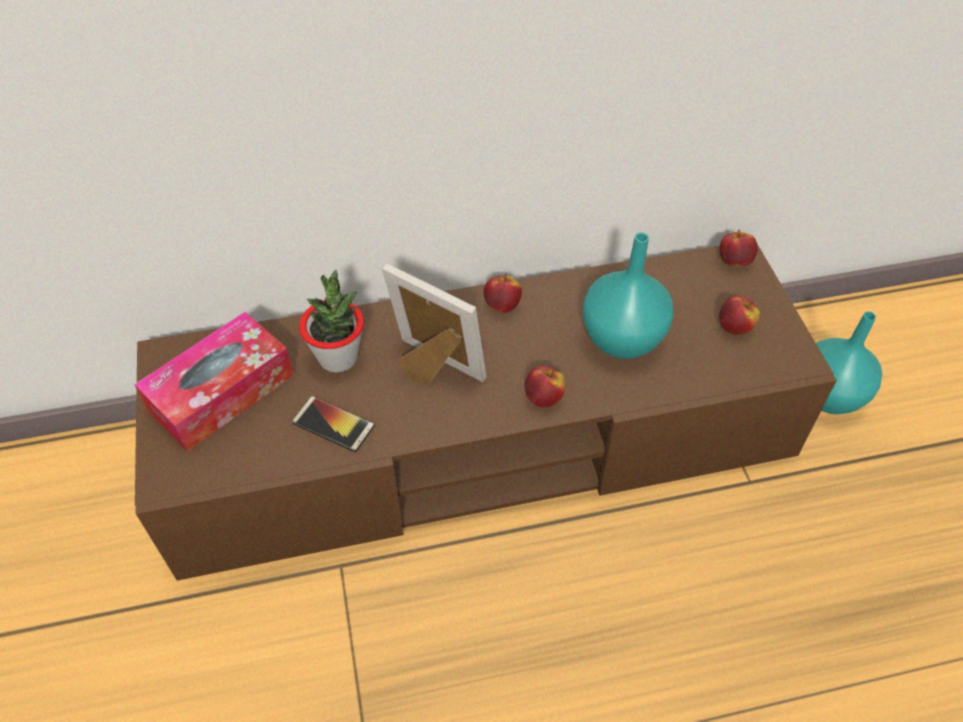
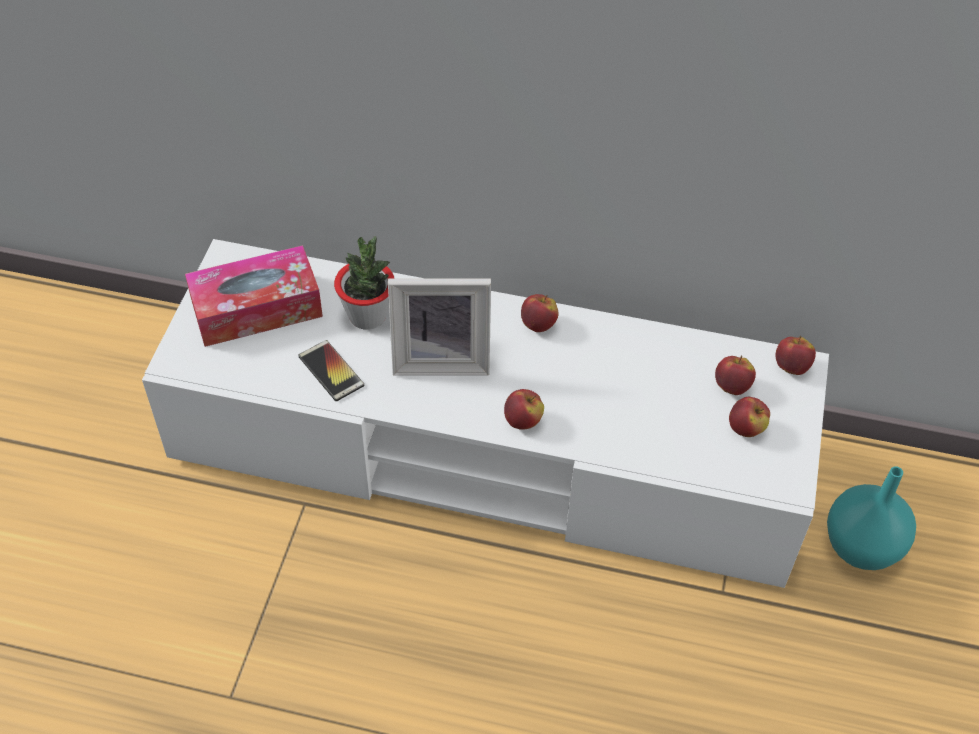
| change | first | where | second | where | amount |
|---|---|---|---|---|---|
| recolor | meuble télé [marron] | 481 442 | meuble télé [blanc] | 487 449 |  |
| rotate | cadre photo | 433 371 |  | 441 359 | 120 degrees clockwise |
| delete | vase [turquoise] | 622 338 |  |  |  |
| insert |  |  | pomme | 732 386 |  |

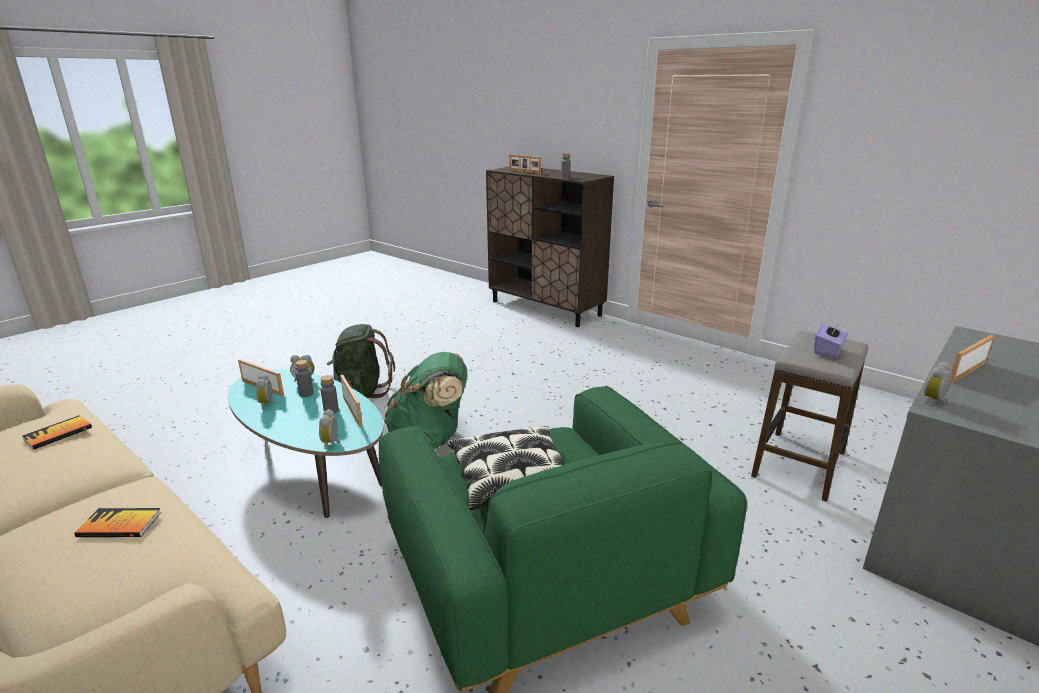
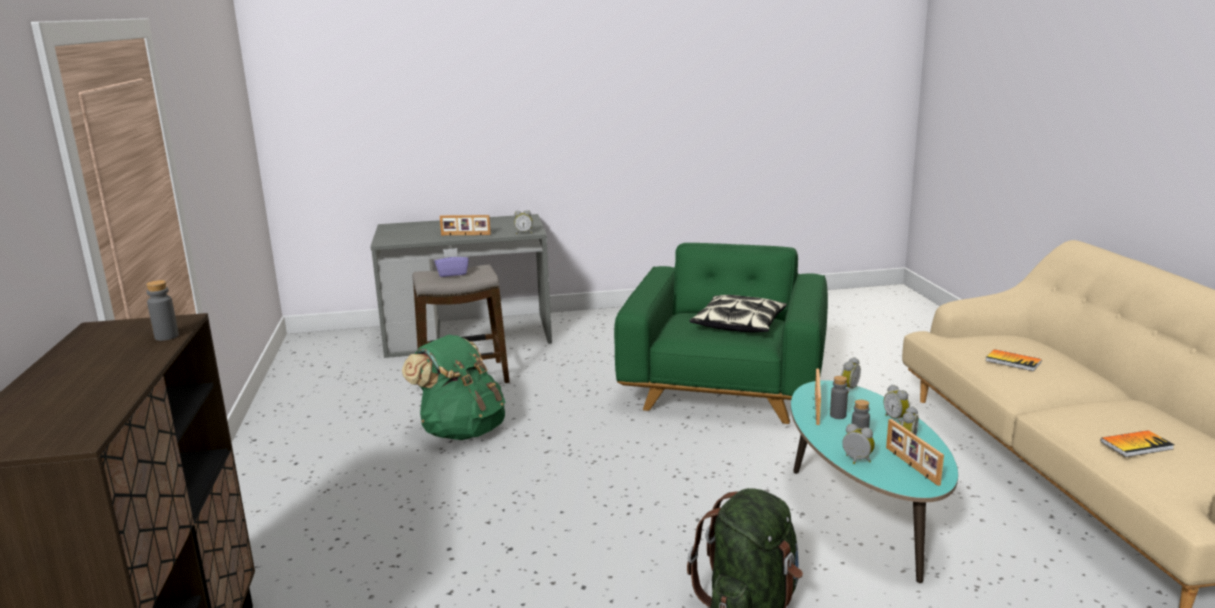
| change | first | where | second | where | amount |
|---|---|---|---|---|---|
| move | sac à dos [vert] | 430 439 |  | 462 431 |  |
| delete | cadre photo | 524 172 |  |  |  |
| insert |  |  | réveil | 896 419 |  |

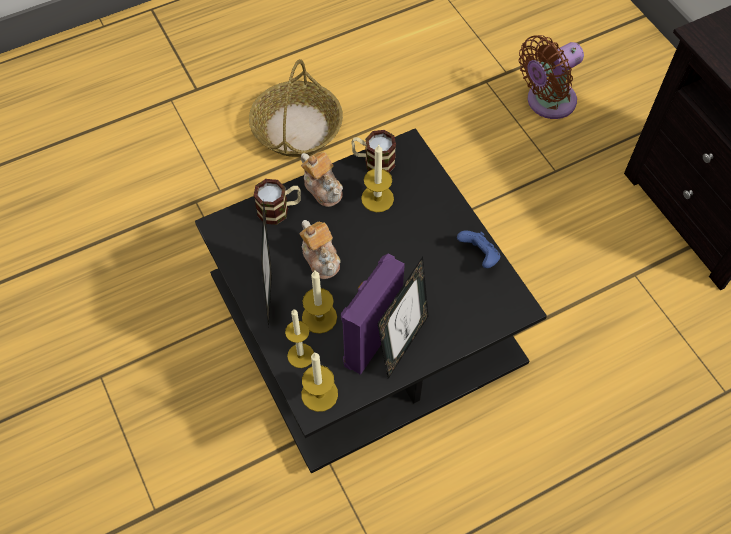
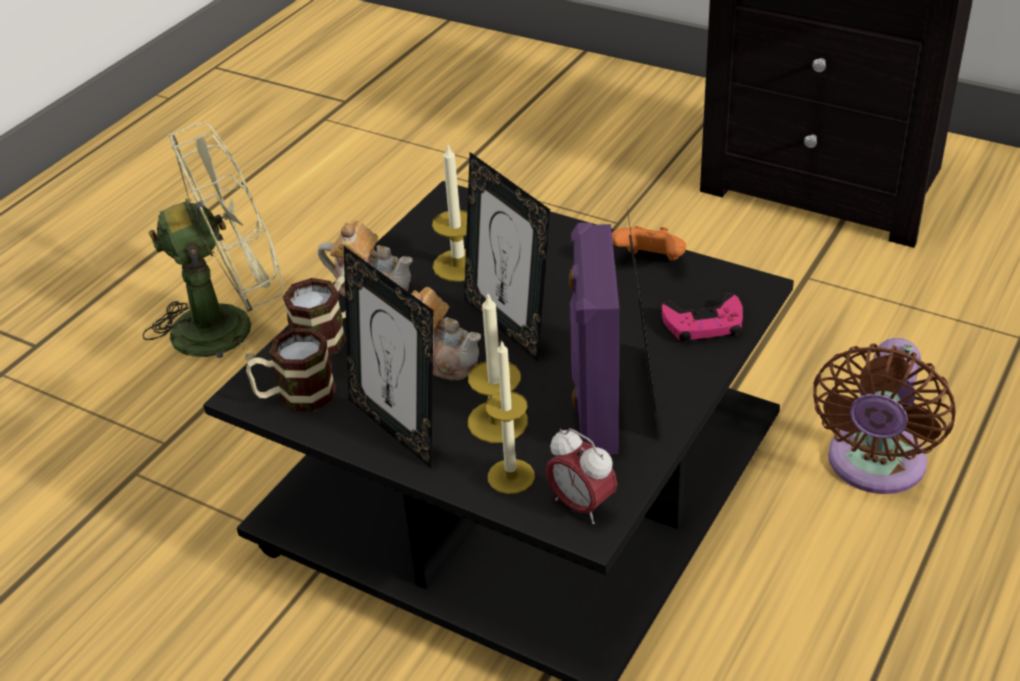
| change | first | where | second | where | amount |
|---|---|---|---|---|---|
| replace | panier | 297 128 | ventilateur [vert] | 230 324 |  |
| replace | bougie | 319 394 | réveil | 581 505 |  |
| move | mug | 373 161 |  | 295 396 |  |
| recolor | manette [bleu] | 479 256 | manette [orange] | 650 262 |  |
| move | ventilateur [marron] | 547 102 |  | 873 467 |  |
| insert |  |  | cadre photo | 508 325 |  |
| insert |  |  | manette [rose] | 704 324 |  |

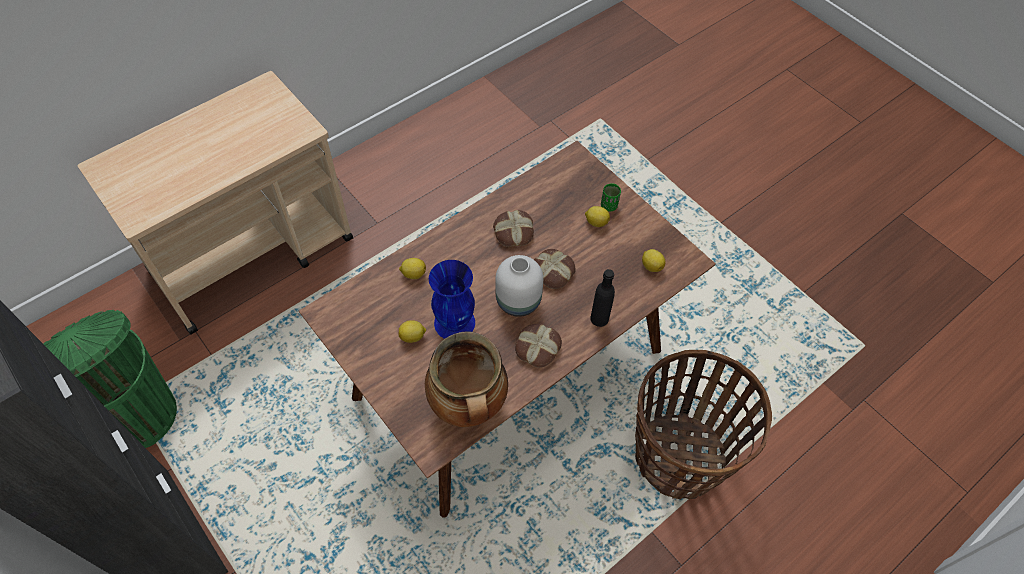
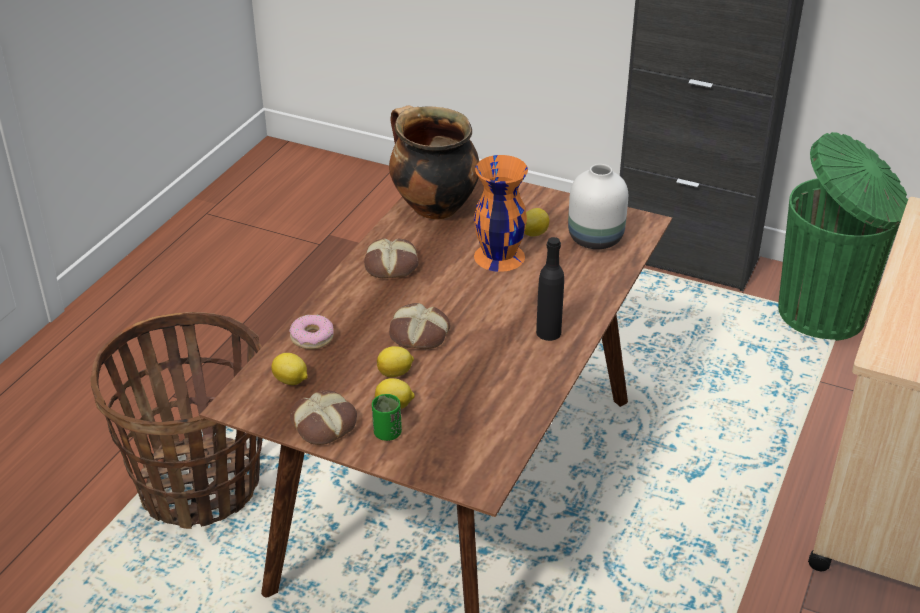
| change | first | where | second | where | amount |
|---|---|---|---|---|---|
| move | citron | 413 274 |  | 396 373 |  |
| recolor | vase [bleu] | 455 323 | vase [orange] | 498 256 |  |
| move | pain | 513 232 |  | 324 423 |  |
| move | vase [blanc] | 519 300 |  | 594 239 |  |
| move | bouteille [noir] | 599 318 |  | 548 332 |  |
| insert |  |  | beignet | 312 337 |  |

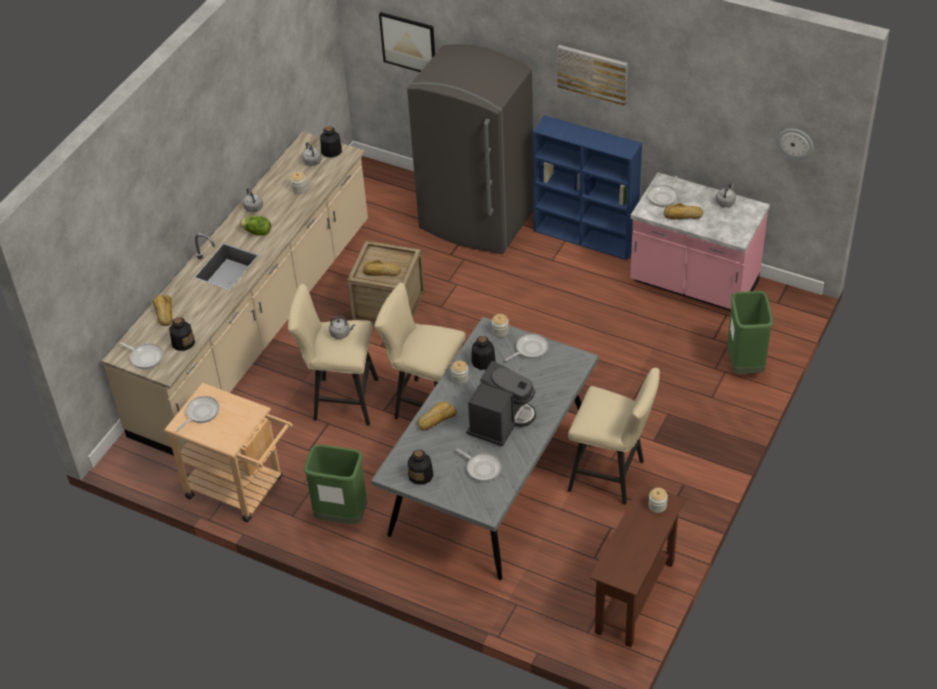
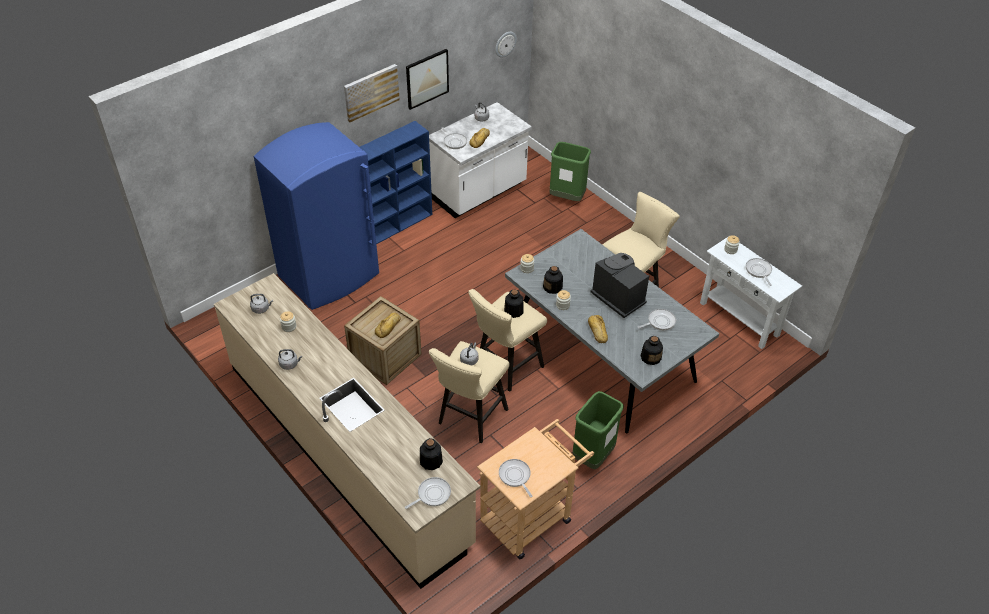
| change | first | where | second | where | amount |
|---|---|---|---|---|---|
| delete | pain | 163 313 |  |  |  |
| delete | laitue | 257 232 |  |  |  |
| move | bouteille | 331 151 |  | 513 311 |  |
| move | tableau | 408 43 |  | 427 78 |  |
| recolor | réfrigérateur [gris] | 476 221 | réfrigérateur [bleu] | 330 276 |  |
| move | poêle | 530 349 |  | 758 271 |  |
| recolor | table console [marron] | 635 597 | table console [blanc] | 739 319 |  |
| recolor | comptoir de cuisine [rose] | 693 285 | comptoir de cuisine [blanc] | 479 193 |  |

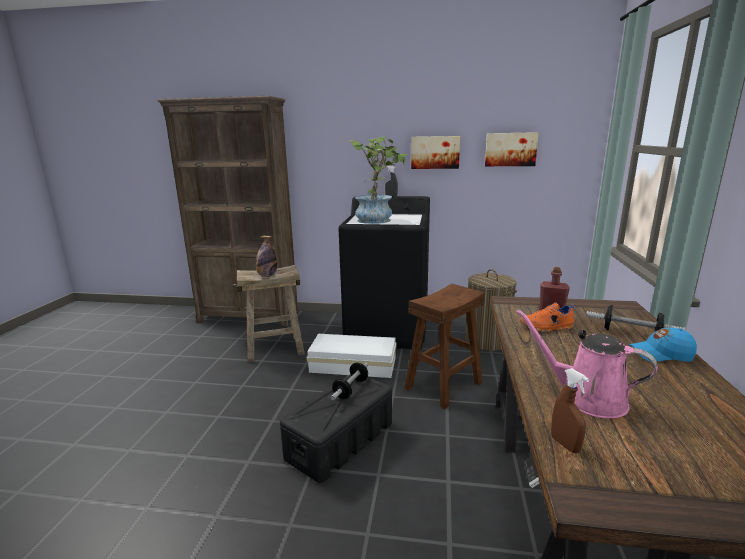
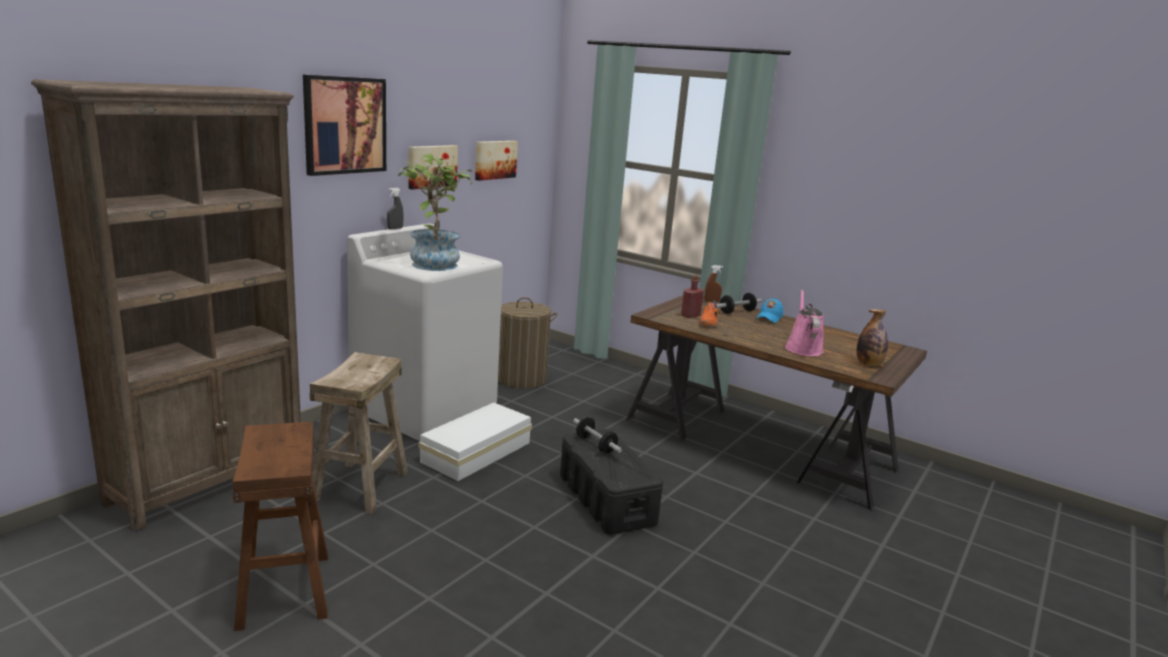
| change | first | where | second | where | amount |
|---|---|---|---|---|---|
| move | bouteille | 267 276 |  | 868 364 |  |
| recolor | lave-linge [noir] | 388 330 | lave-linge [blanc] | 425 409 |  |
| move | tabouret [marron] | 443 385 |  | 283 589 |  |
| rotate | arrosoir [rose] | 586 398 |  | 803 348 | 120 degrees clockwise |
| move | vaporisateur [marron] | 565 444 |  | 711 301 |  |
| insert |  |  | tableau | 345 125 |  |

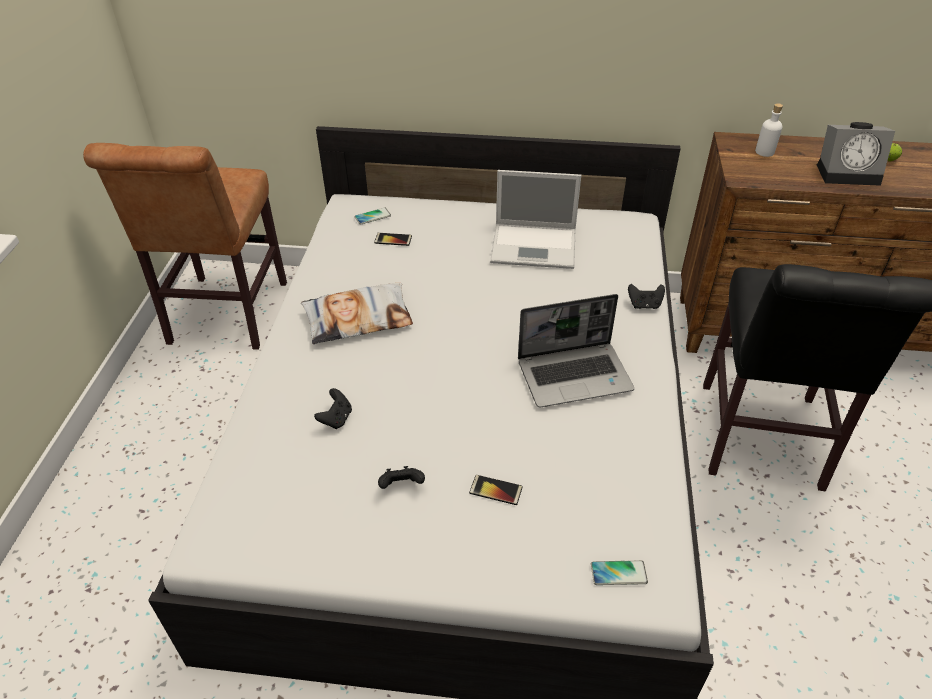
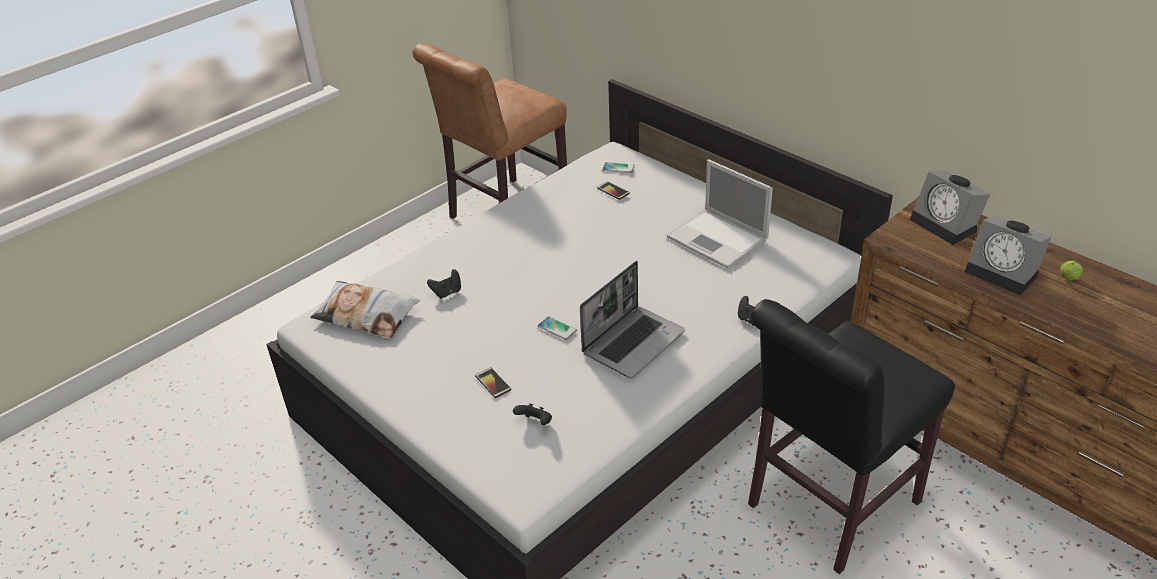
| change | first | where | second | where | amount |
|---|---|---|---|---|---|
| move | coussin | 358 319 |  | 366 314 |  |
| move | manette [noir] | 402 486 |  | 535 423 |  |
| rotate | ordinateur portable | 575 375 |  | 633 342 | 75 degrees counterclockwise |
| move | téléphone | 618 573 |  | 557 329 |  |
| replace | bouteille [blanc] | 764 152 | réveil | 946 225 |  |

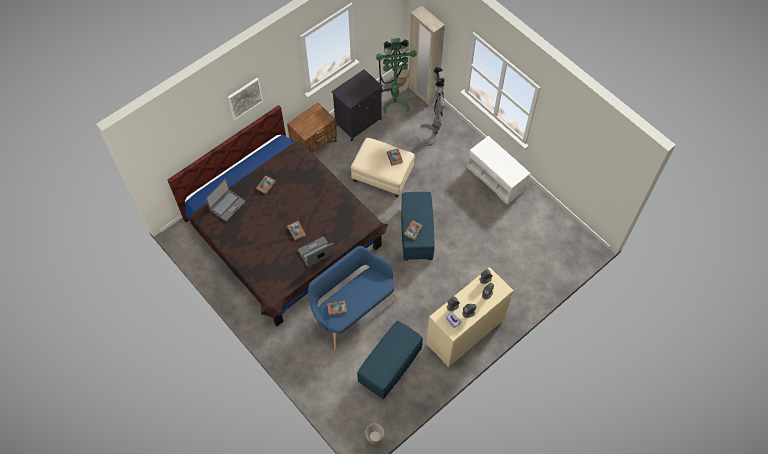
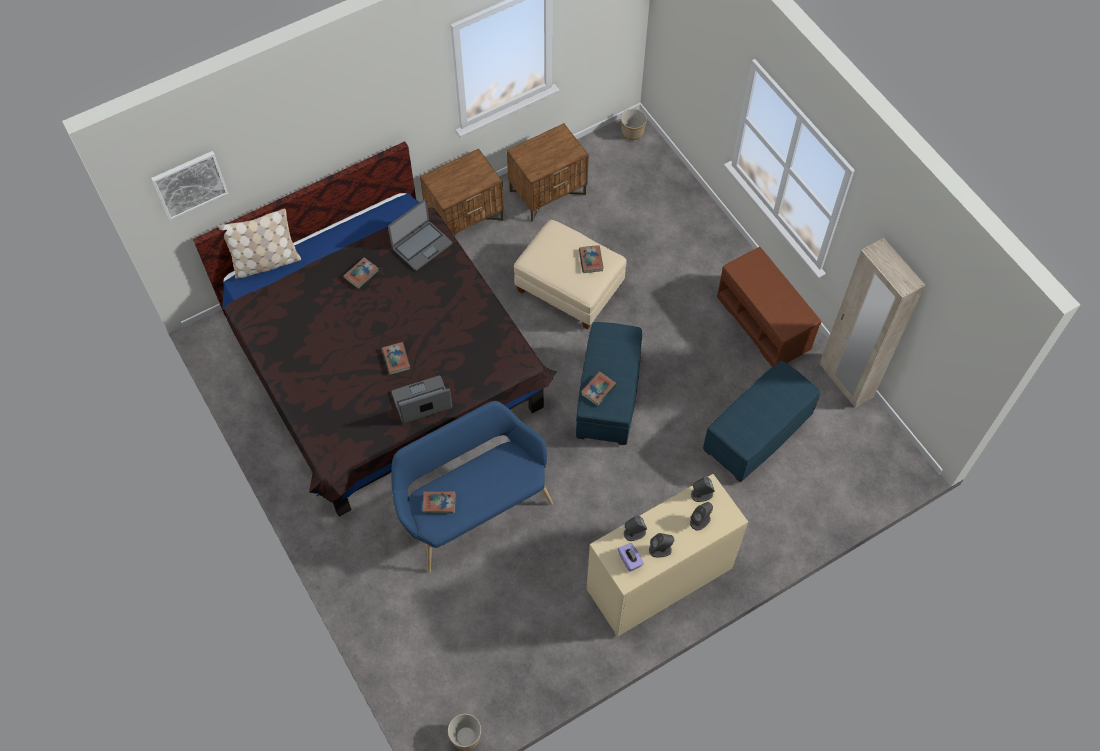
| change | first | where | second | where | amount |
|---|---|---|---|---|---|
| move | ordinateur portable | 227 205 |  | 421 246 |  |
| move | tableau | 245 98 |  | 189 184 |  |
| replace | meuble de rangement [noir] | 359 121 | table de chevet [marron] | 548 192 |  |
| move | pouf [bleu] | 390 366 |  | 757 434 |  |
| delete | lampadaire [vert] | 395 103 |  |  |  |
| move | armoire [beige] | 423 93 |  | 845 381 |  |
| delete | lampadaire [gris] | 434 134 |  |  |  |
| recolor | banc [blanc] | 497 178 | banc [marron] | 764 323 |  |
| insert |  |  | coussin [beige] | 266 262 |  |

